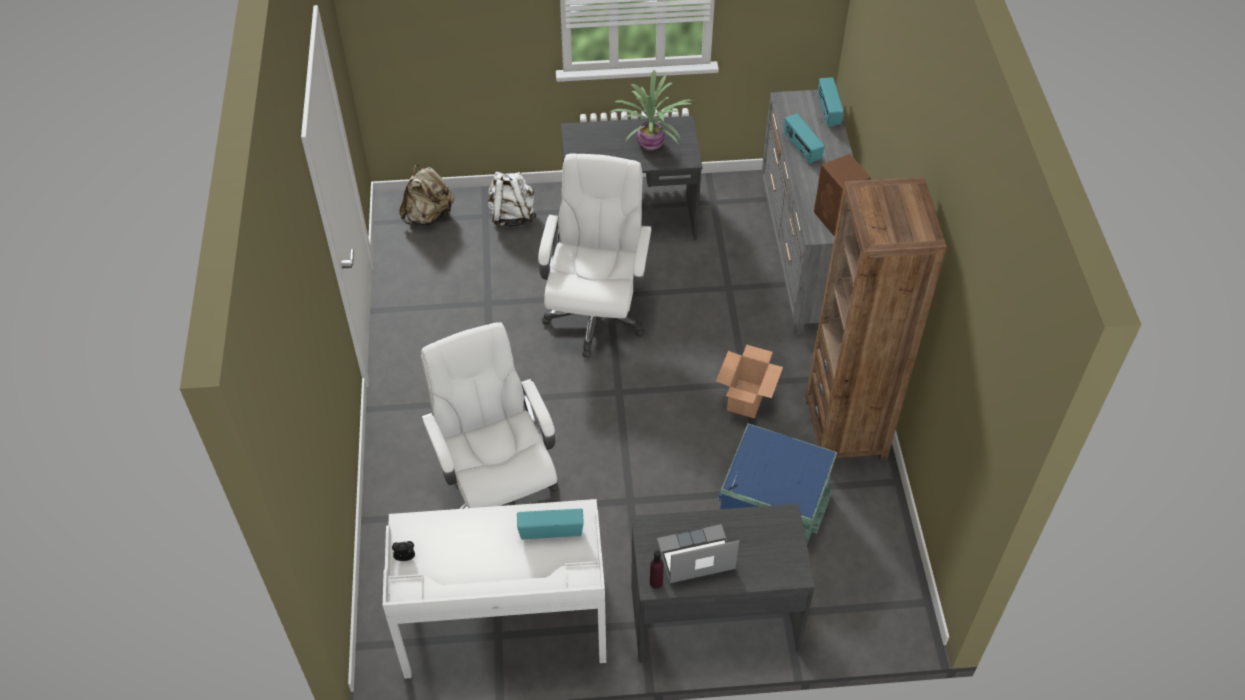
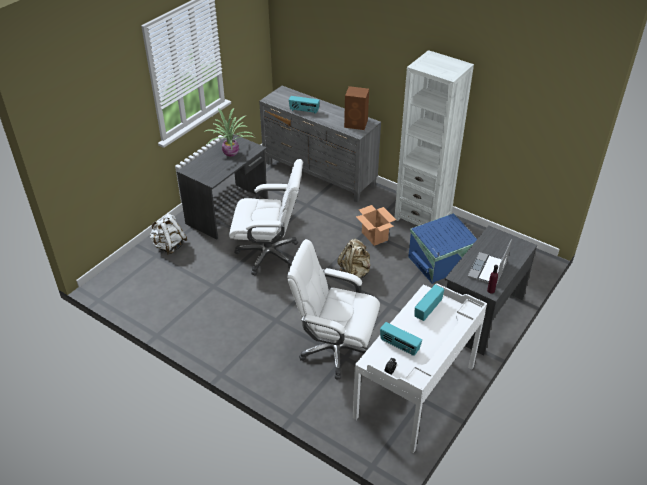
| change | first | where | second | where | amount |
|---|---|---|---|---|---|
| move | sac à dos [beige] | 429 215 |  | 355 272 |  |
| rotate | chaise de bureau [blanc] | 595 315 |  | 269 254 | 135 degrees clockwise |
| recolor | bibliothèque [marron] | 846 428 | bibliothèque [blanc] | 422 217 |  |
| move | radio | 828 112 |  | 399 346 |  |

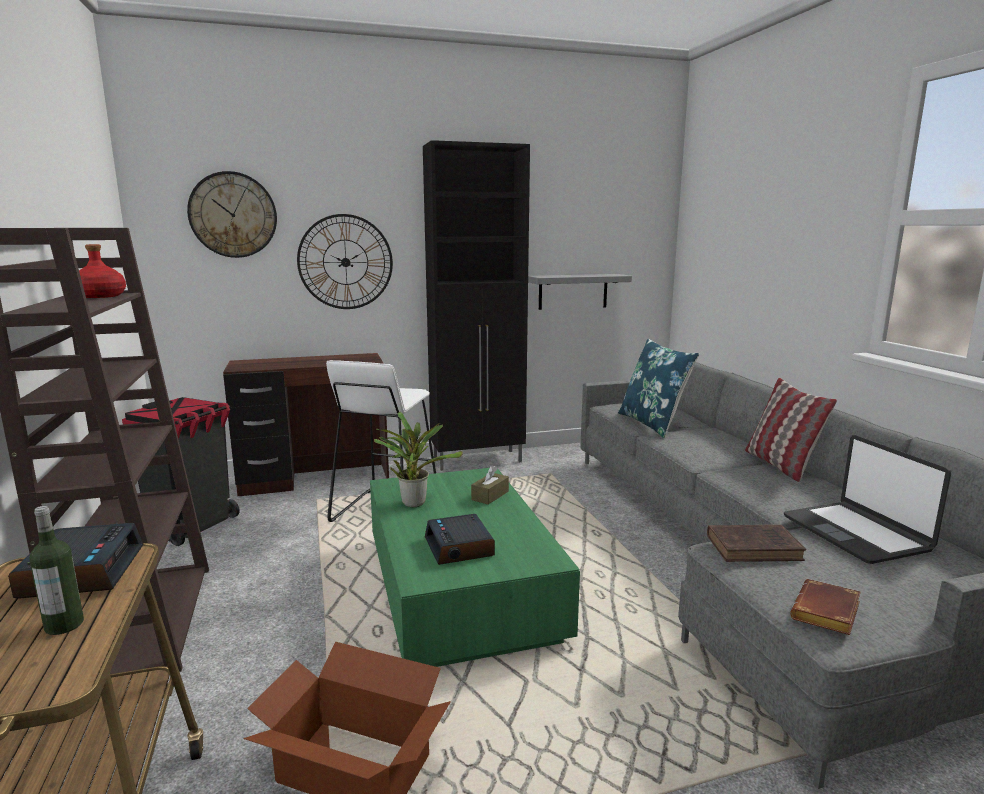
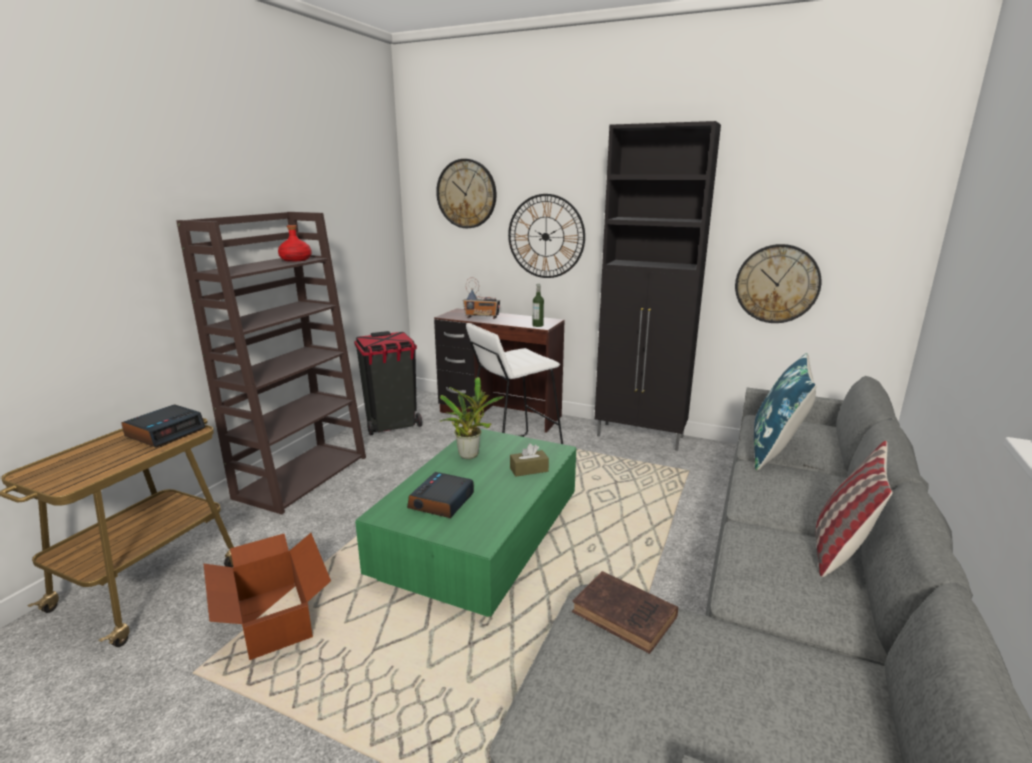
| change | first | where | second | where | amount |
|---|---|---|---|---|---|
| move | bouteille | 64 625 |  | 538 325 |  |
| replace | étagère [gris] | 573 291 | horloge murale | 777 284 |  |
| delete | ordinateur portable | 856 533 |  |  |  |
| delete | livre [marron] | 827 614 |  |  |  |
| insert |  |  | radio | 482 318 |  |

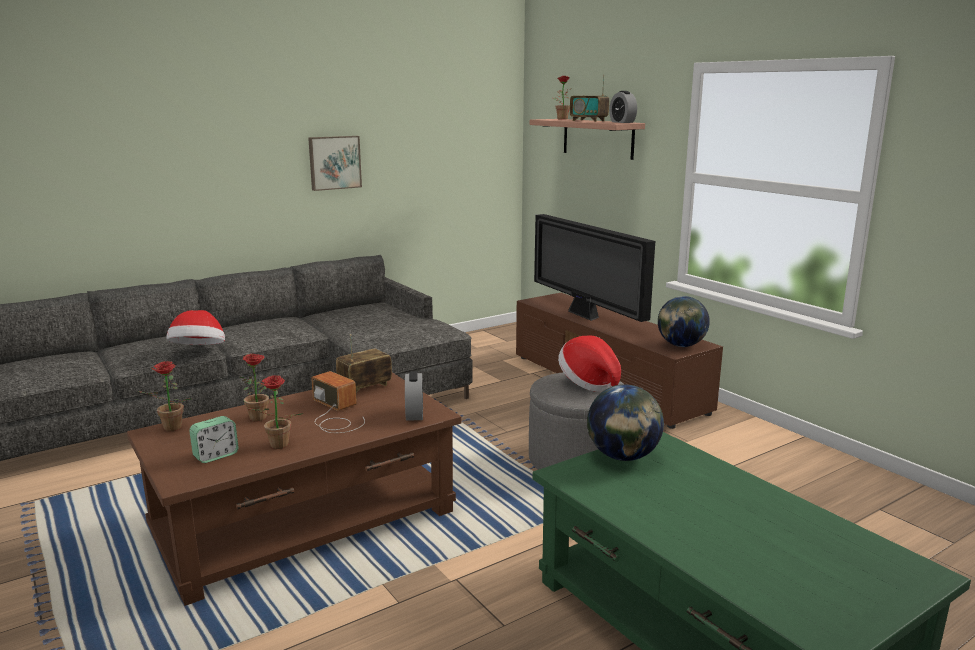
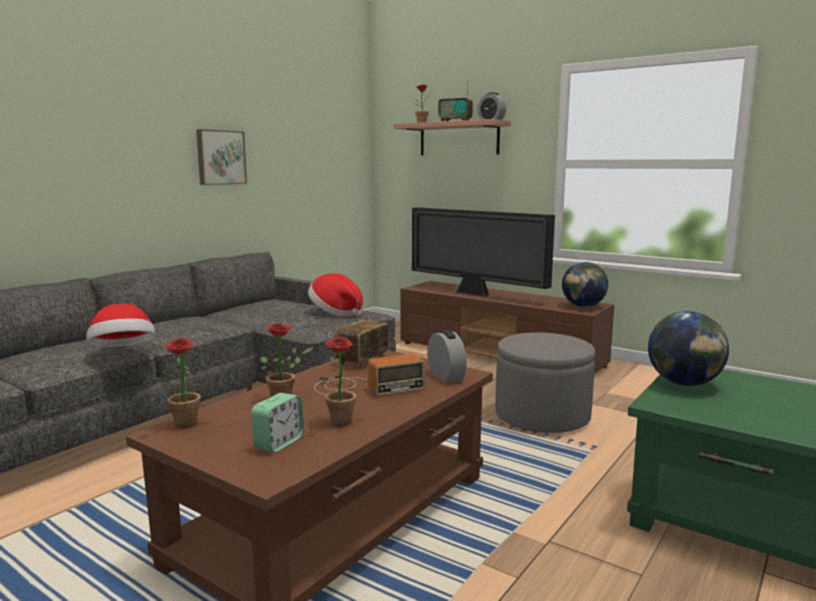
| change | first | where | second | where | amount |
|---|---|---|---|---|---|
| rotate | radio | 335 414 |  | 364 387 | 135 degrees clockwise |
| move | chapeau | 589 383 |  | 335 313 |  |

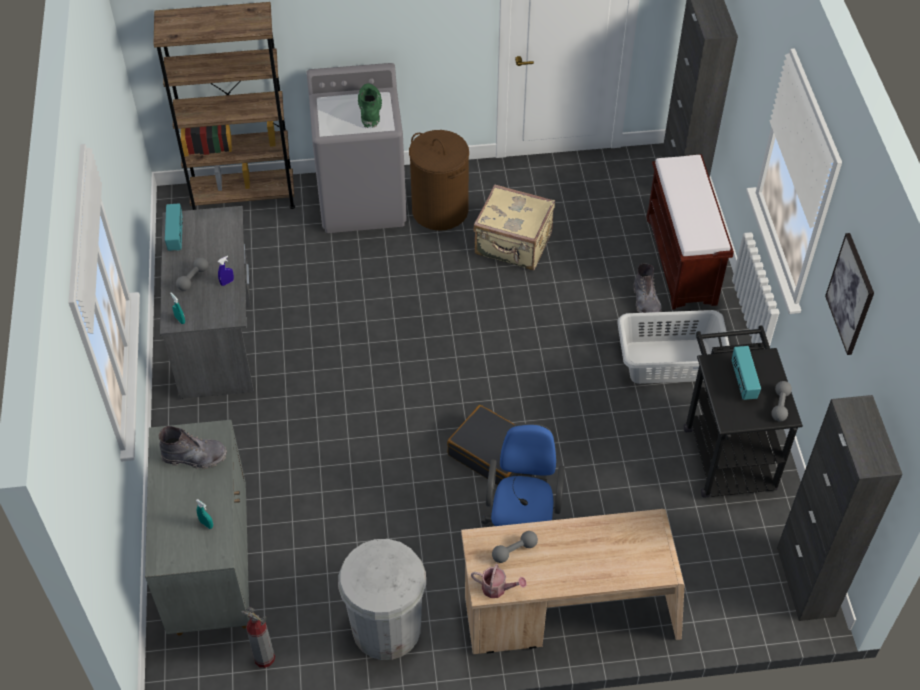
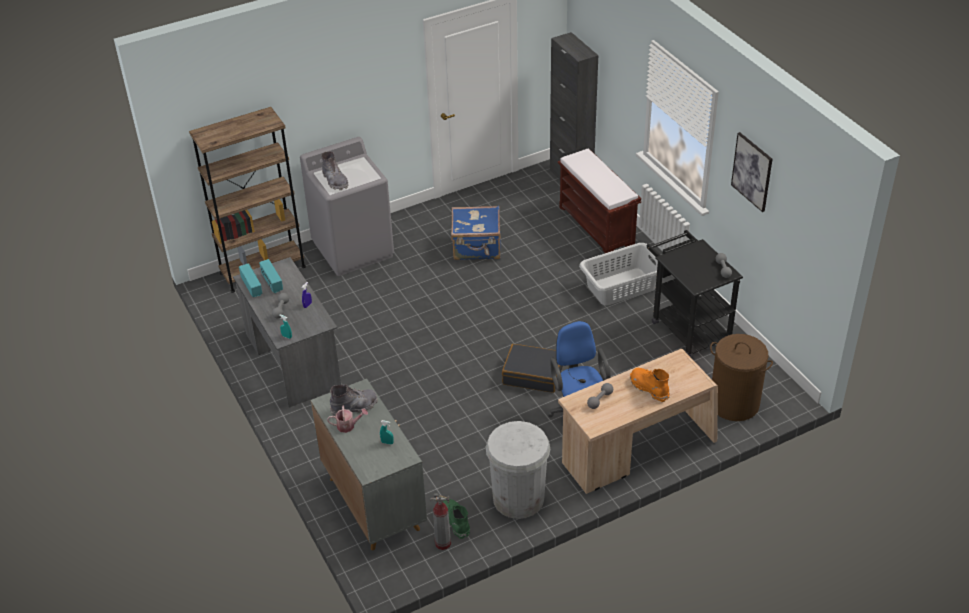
| change | first | where | second | where | amount |
|---|---|---|---|---|---|
| move | botte [vert] | 370 110 |  | 455 521 |  |
| move | panier à linge [marron] | 439 210 |  | 734 404 |  |
| move | arrosoir | 497 588 |  | 348 425 |  |
| recolor | valise [beige] | 513 245 | valise [bleu] | 477 247 |  |
| move | botte [gris] | 646 302 |  | 335 181 |  |
| move | radio | 743 381 |  | 272 283 |  |
| delete | meuble de rangement [noir] | 805 581 |  |  |  |
| insert |  |  | botte [orange] | 649 388 |  |

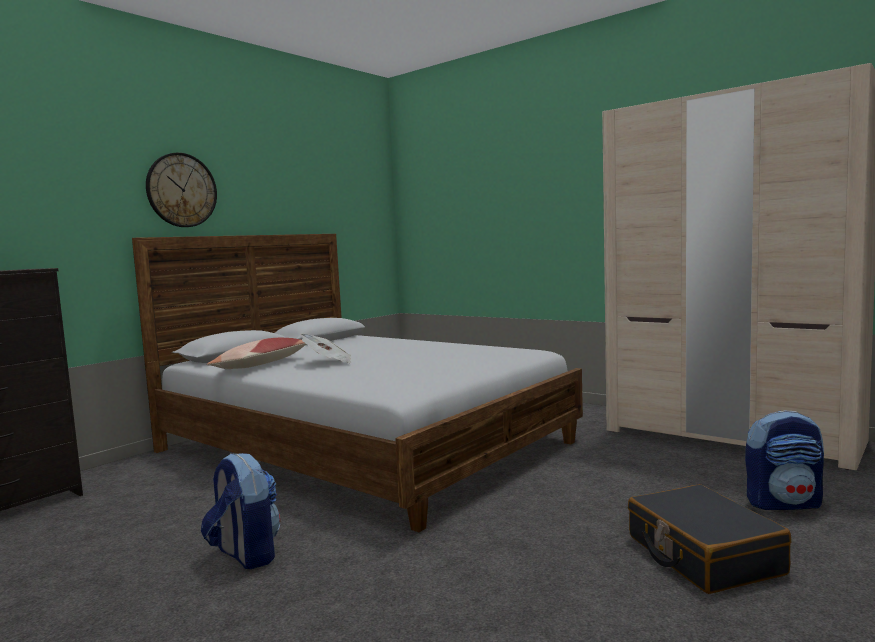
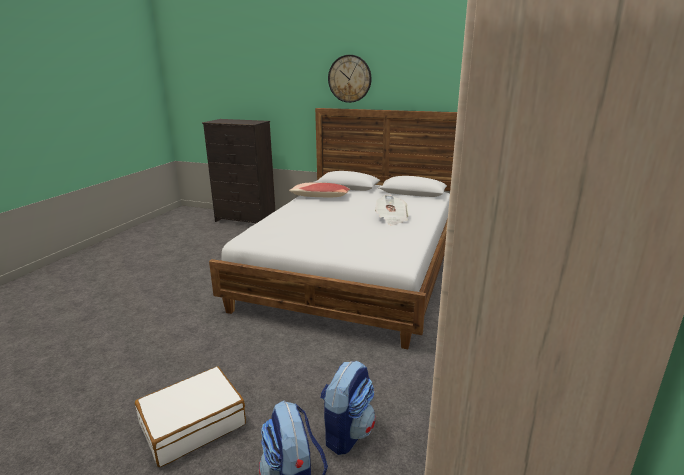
| change | first | where | second | where | amount |
|---|---|---|---|---|---|
| move | sac à dos | 245 555 |  | 347 432 |  |
| move | journal | 328 362 |  | 391 219 |  |
| recolor | valise [noir] | 702 555 | valise [blanc] | 193 424 |  |

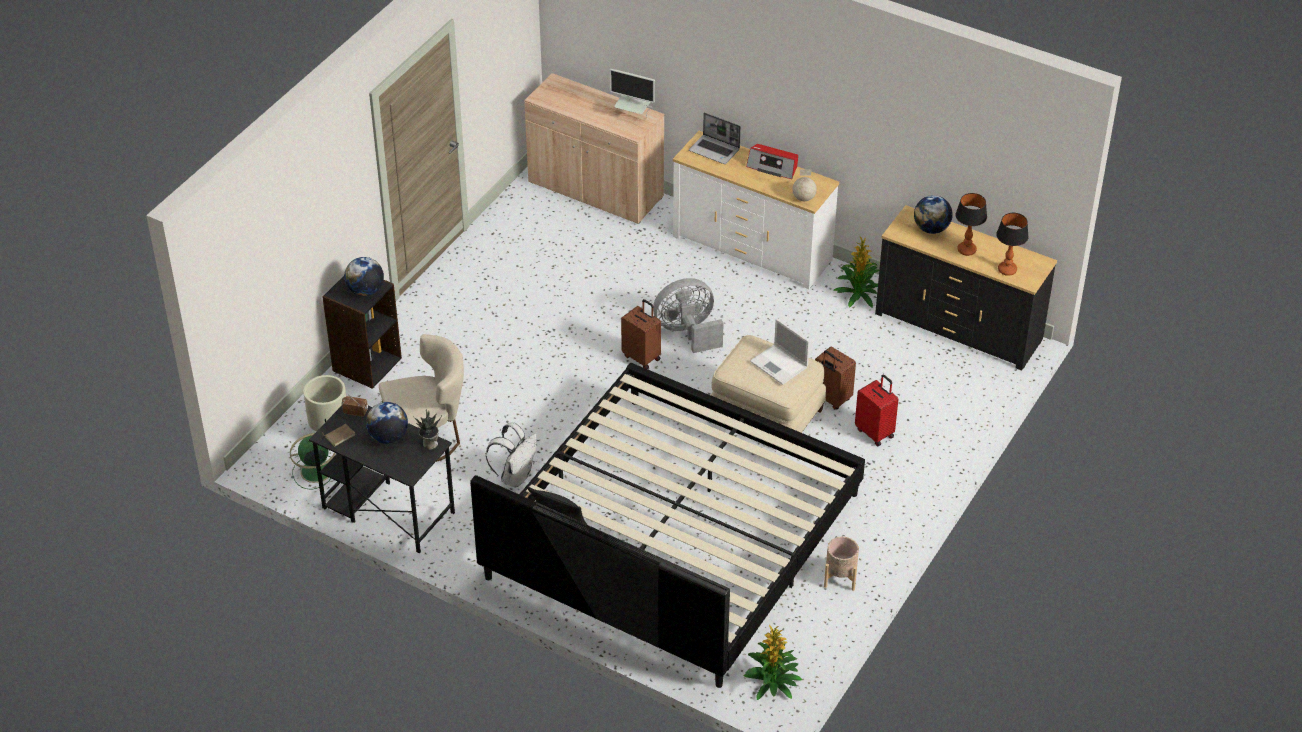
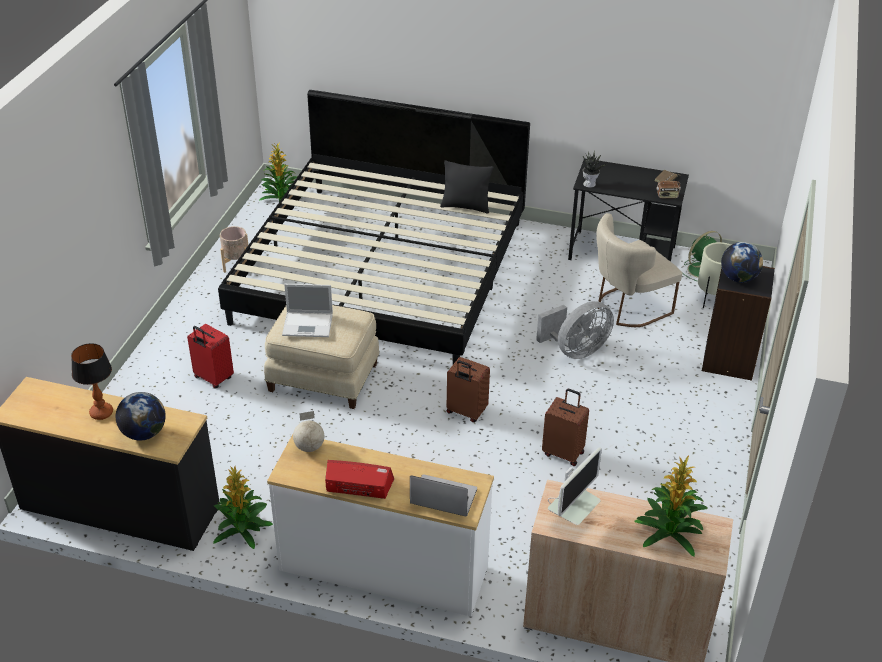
| change | first | where | second | where | amount |
|---|---|---|---|---|---|
| delete | globe | 388 437 |  |  |  |
| delete | sac à dos [blanc] | 515 476 |  |  |  |
| rotate | écran d'ordinateur | 633 116 |  | 571 519 | 120 degrees clockwise |
| move | ventilateur [gris] | 688 332 |  | 576 350 |  |
| rotate | ordinateur portable | 780 365 |  | 309 324 | 150 degrees clockwise |
| move | valise [marron] | 831 399 |  | 563 453 |  |
| delete | lampe de table | 1007 270 |  |  |  |
| insert |  |  | plante en pot | 669 531 |  |

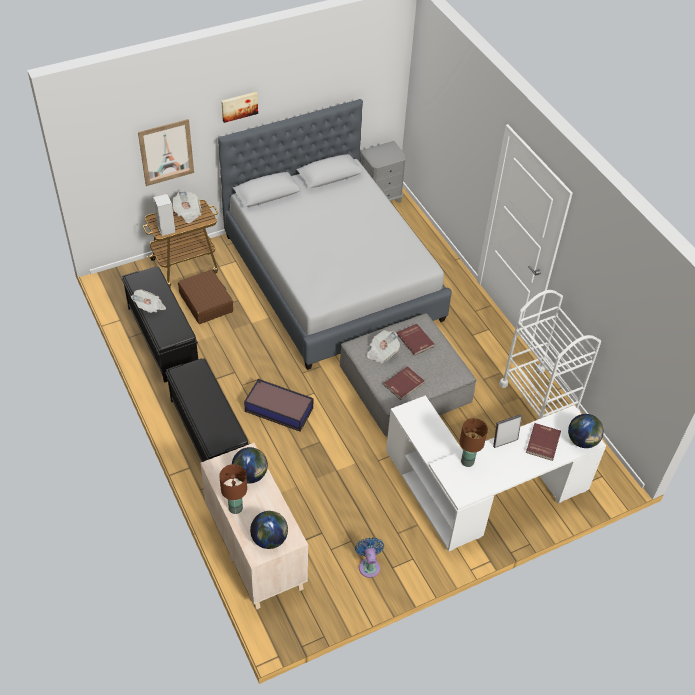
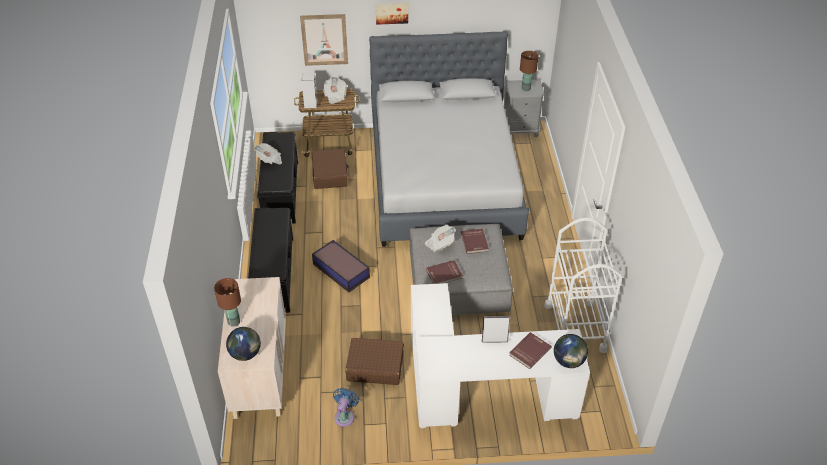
| change | first | where | second | where | amount |
|---|---|---|---|---|---|
| delete | globe | 250 475 |  |  |  |
| move | lampe de table [marron] | 467 461 |  | 525 88 |  |
| insert |  |  | valise [marron] | 375 367 |  |

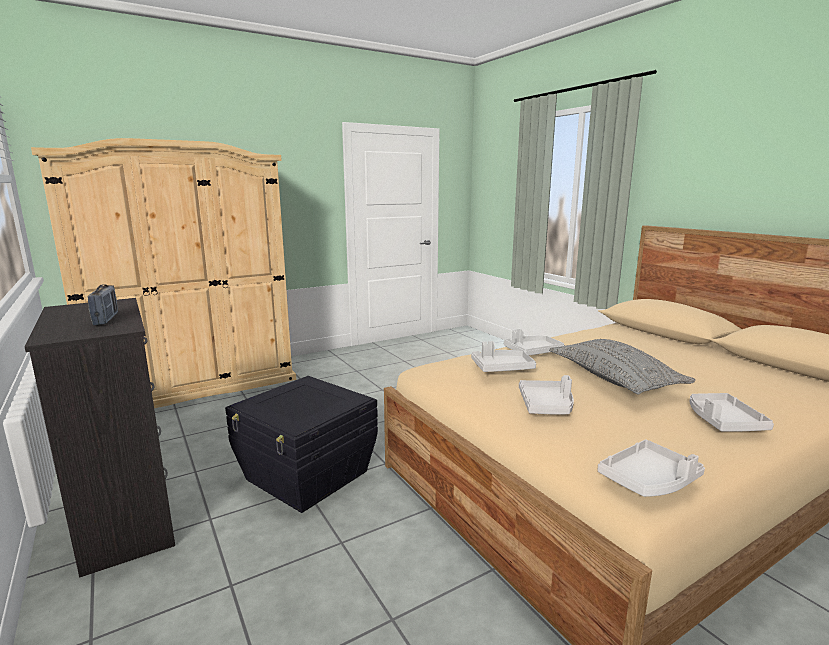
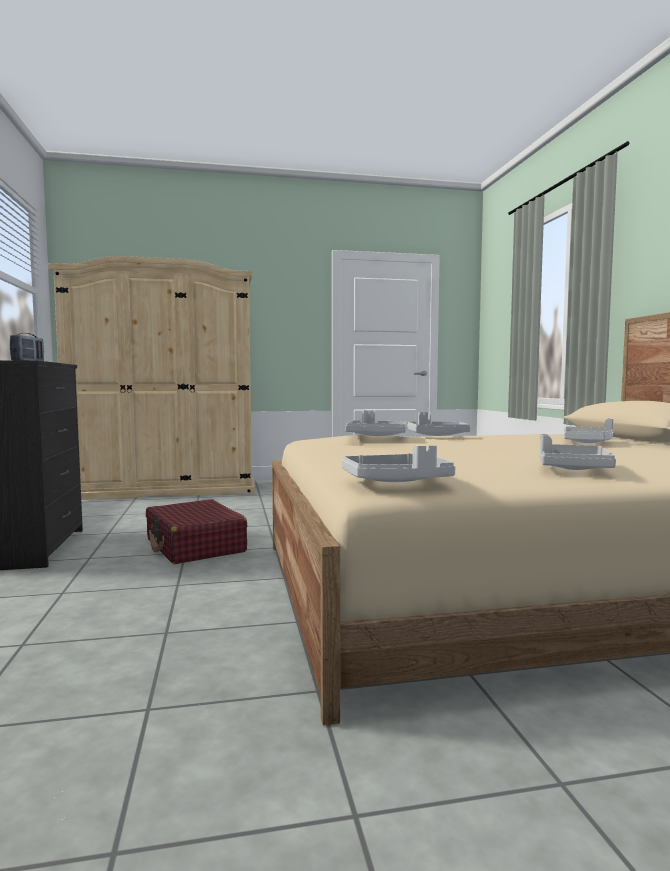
| change | first | where | second | where | amount |
|---|---|---|---|---|---|
| replace | boîte de rangement [noir] | 307 476 | valise [rouge] | 195 546 |  |
| move | plateau [gris] | 546 405 |  | 587 442 |  |
| delete | coussin [gris] | 614 379 |  |  |  |

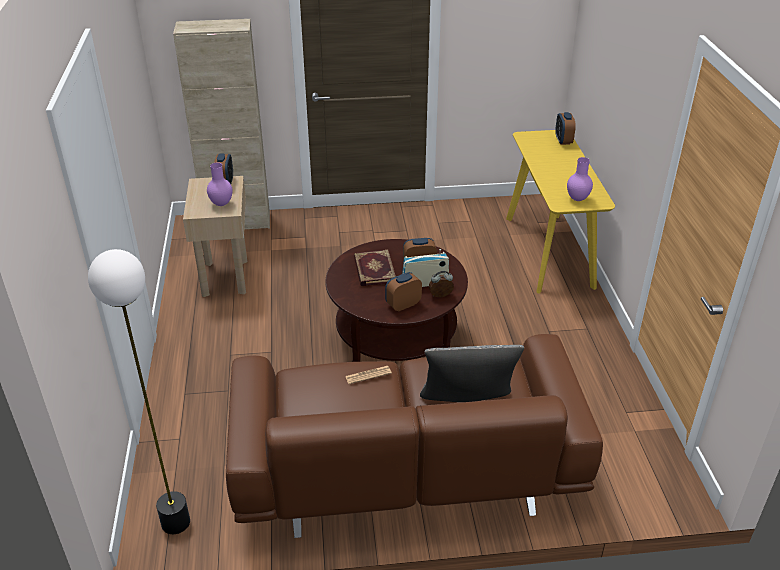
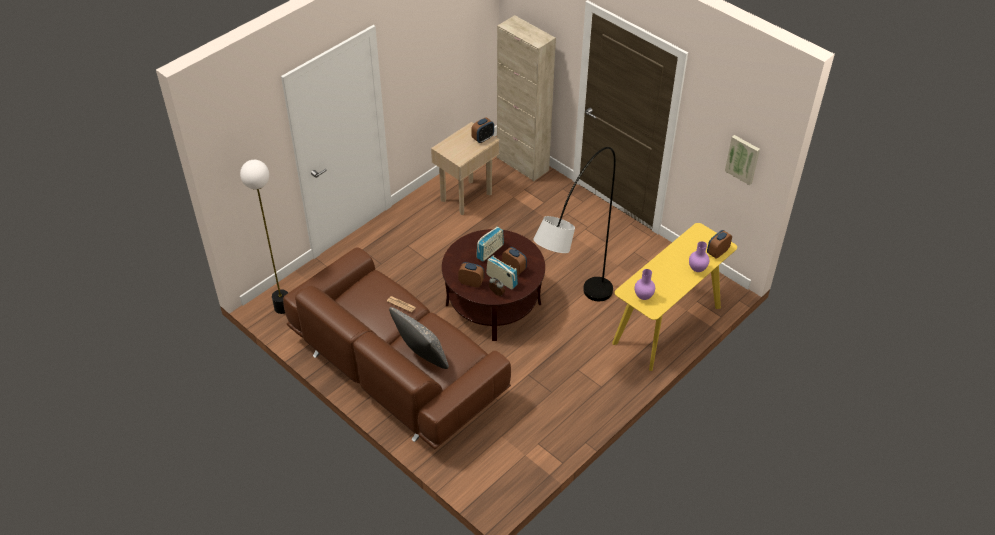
| change | first | where | second | where | amount |
|---|---|---|---|---|---|
| move | vase [violet] | 221 204 |  | 696 269 |  |
| replace | livre | 373 270 | radio | 490 251 |  |
| insert |  |  | lampadaire [gris] | 570 326 |  |
| insert |  |  | tableau | 743 159 |  |

